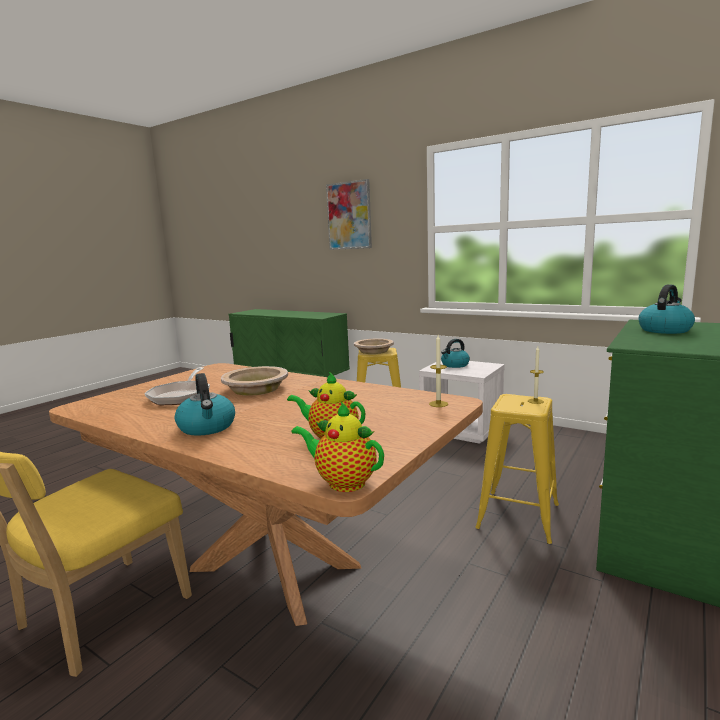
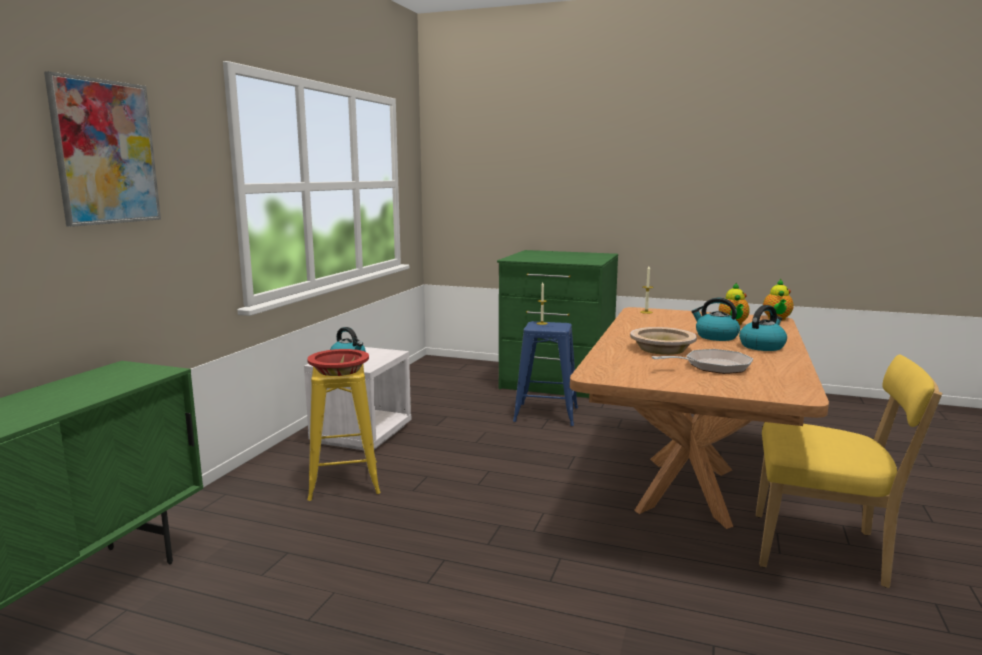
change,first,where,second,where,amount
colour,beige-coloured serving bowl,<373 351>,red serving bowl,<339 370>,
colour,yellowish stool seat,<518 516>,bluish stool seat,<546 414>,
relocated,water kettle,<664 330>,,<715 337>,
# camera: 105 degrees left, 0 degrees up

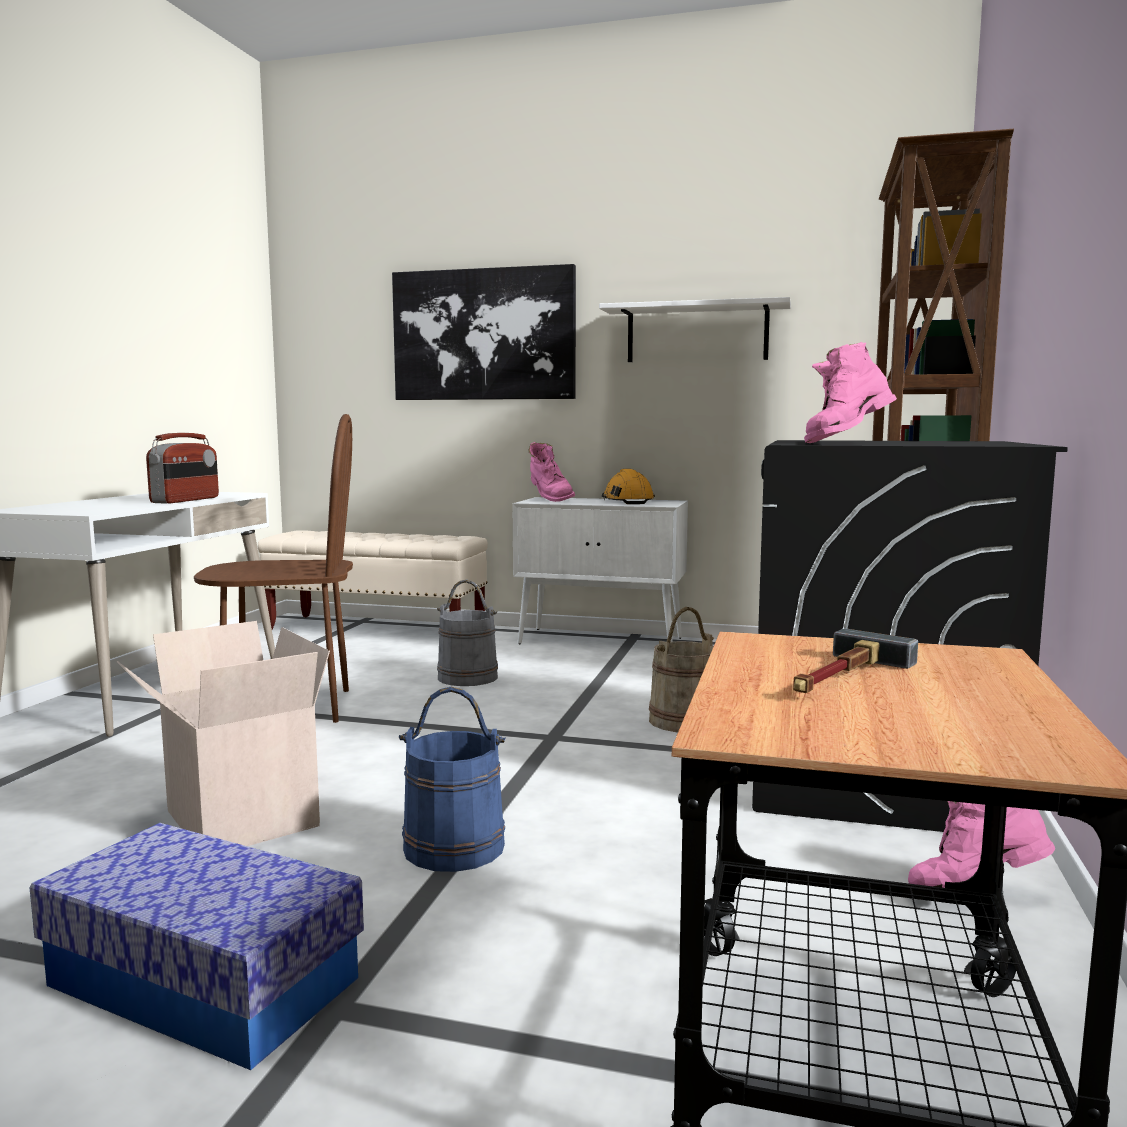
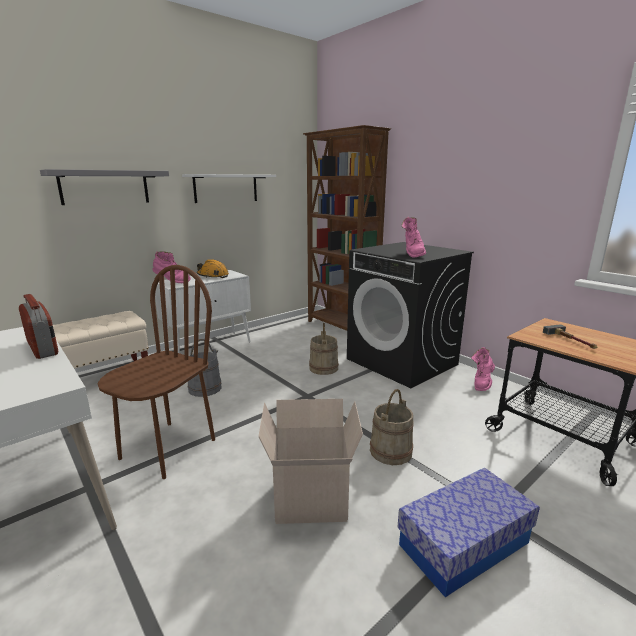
change,first,where,second,where,amount
exchanged,wall art,<484 335>,grey wall shelf,<105 187>,
colour,bluish pail,<453 847>,beige-coloured pail,<391 451>,
# camera: 55 degrees left, 10 degrees up

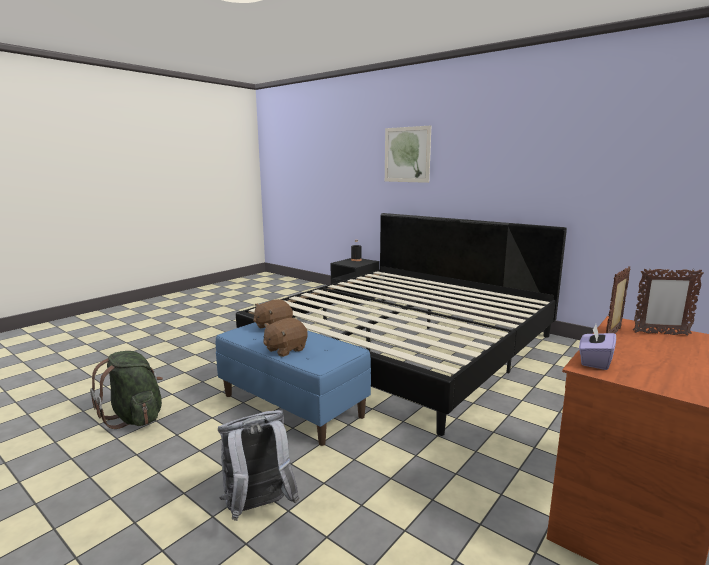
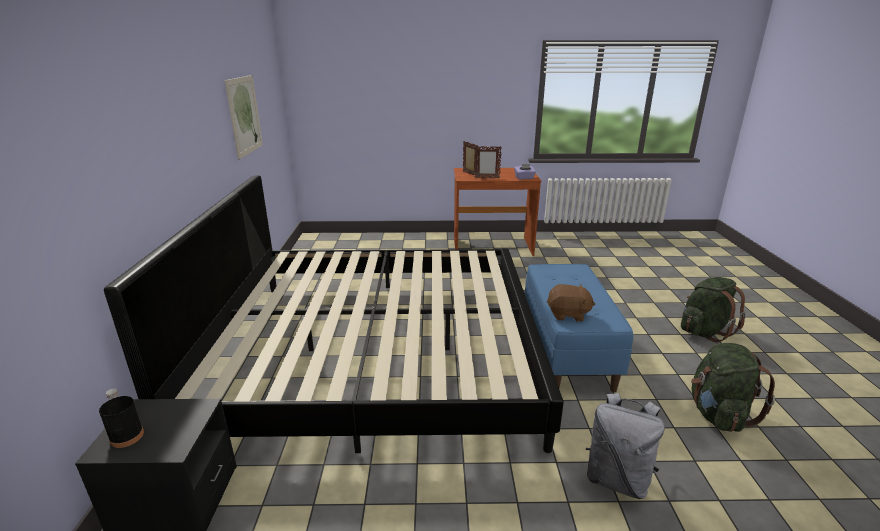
change,first,where,second,where,amount
relocated,grey backpack,<258 508>,,<617 479>,
missing,brownish soft toy,<285 349>,,,
relocated,wall art,<407 154>,,<244 115>,
appeared,,,greenish backpack,<704 331>,
# camera: 130 degrees left, 10 degrees up

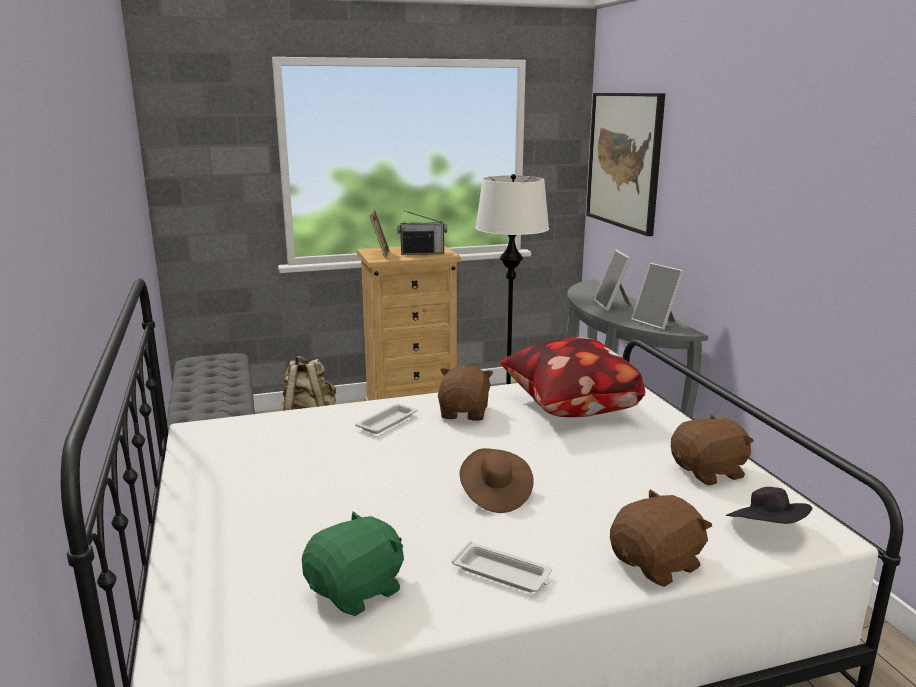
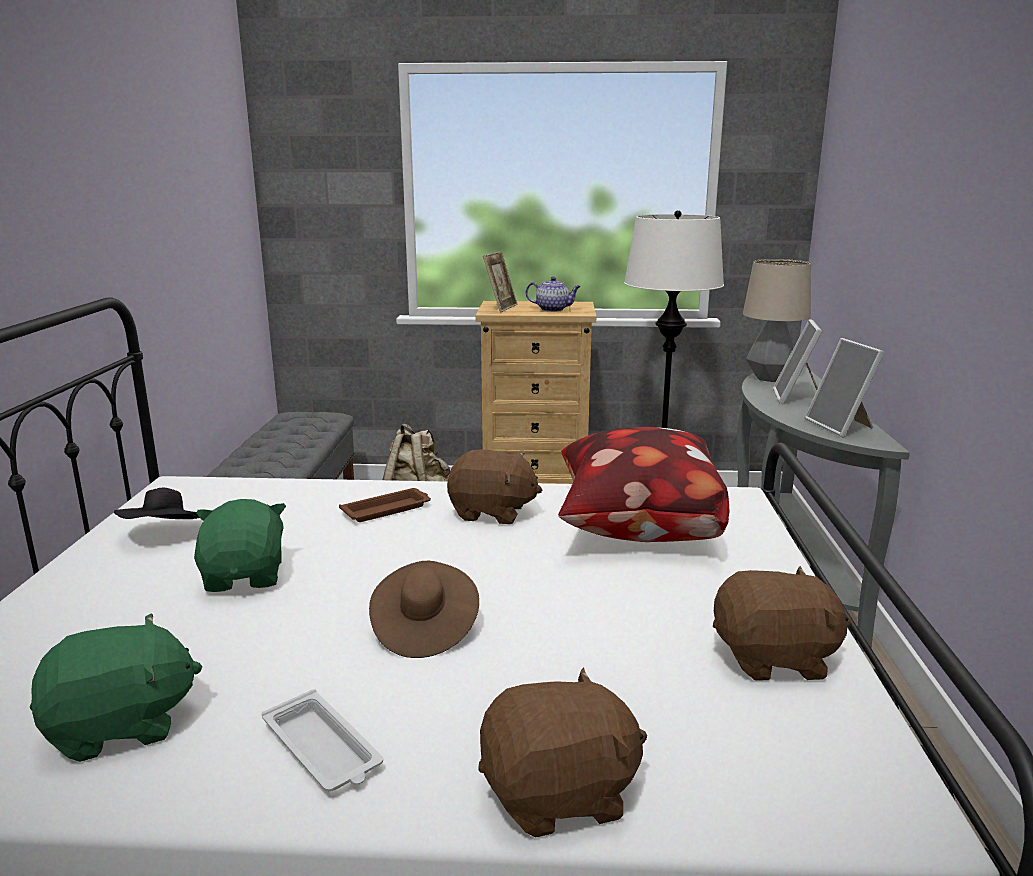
change,first,where,second,where,amount
colour,white serving tray,<388 422>,brownish serving tray,<387 509>,
exchanged,radio receiver,<422 253>,pot for tea,<553 309>,
spun,brownish soft toy,<465 413>,,<492 512>,75 degrees clockwise
missing,wall art,<624 160>,,,
relocated,black clothing hat,<766 530>,,<166 535>,
appeared,,,greenish soft toy,<245 576>,
appeared,,,tabletop lamp,<769 378>,
# camera: 20 degrees right, 0 degrees up

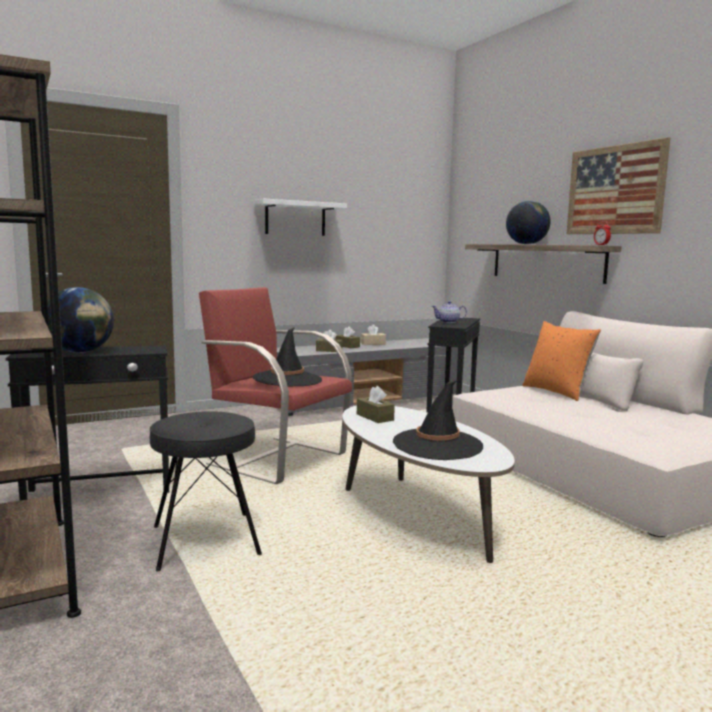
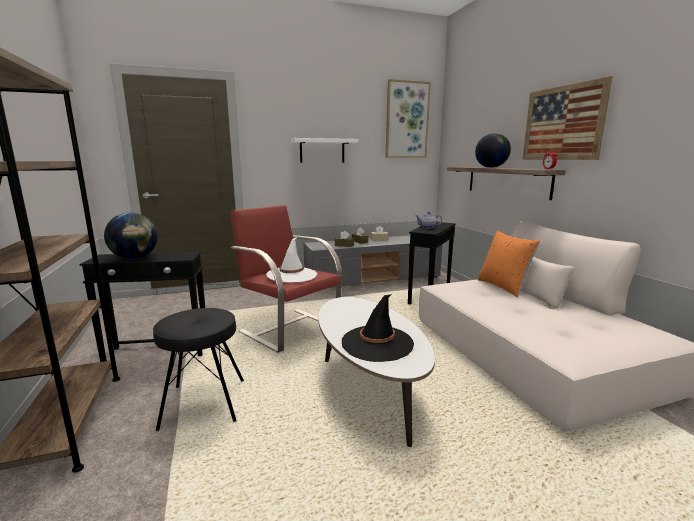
change,first,where,second,where,amount
colour,black clothing hat,<287 379>,white clothing hat,<292 275>,
missing,brownish box of tissues,<375 417>,,,
appeared,,,wall art,<407 120>,
# camera: 10 degrees right, 5 degrees up

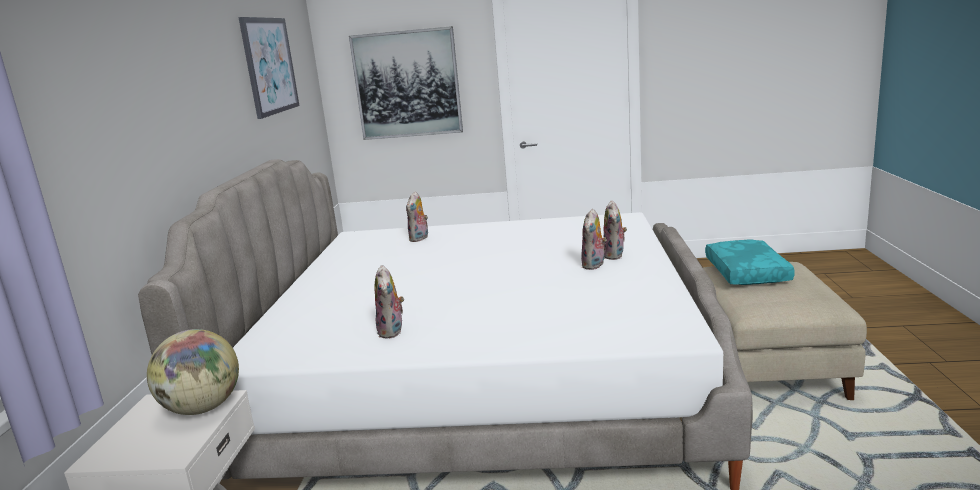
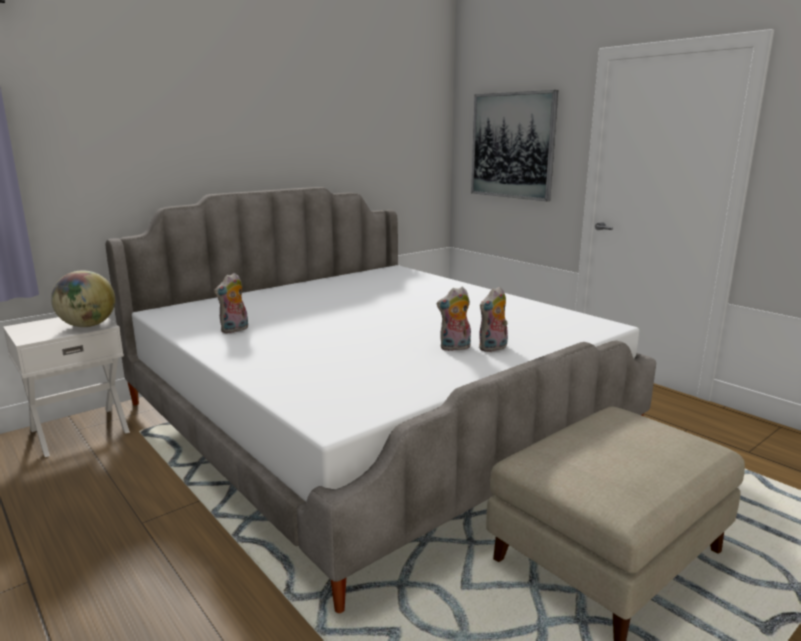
change,first,where,second,where,amount
missing,wall art,<269 66>,,,
missing,soft toy,<419 239>,,,
missing,blue-green throw pillow,<745 272>,,,
# camera: 45 degrees right, 0 degrees up

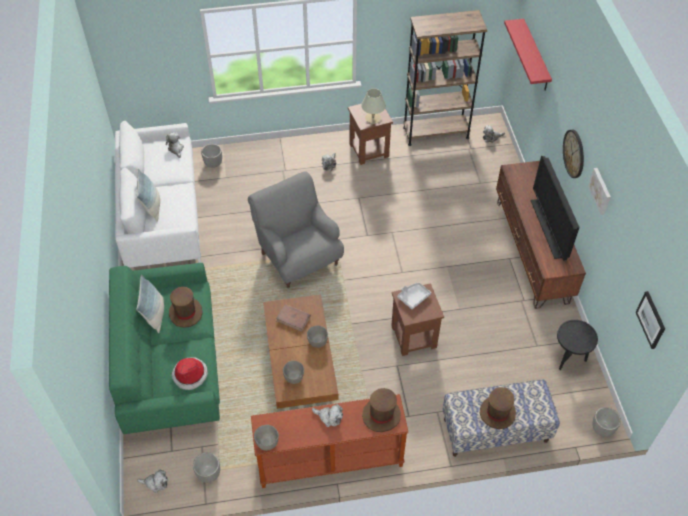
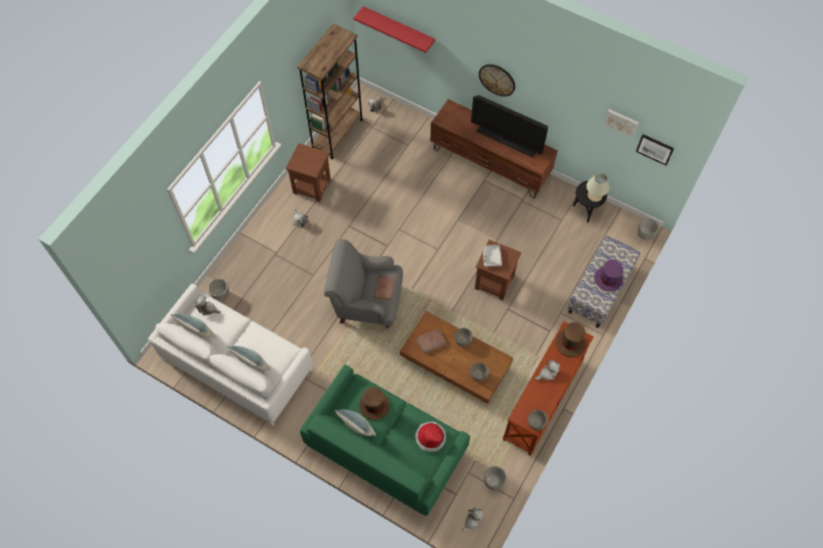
change,first,where,second,where,amount
relocated,beige-coloured tabletop lamp,<373 118>,,<594 195>,
colour,brownish clothing hat,<497 413>,purple-coloured clothing hat,<608 279>,
relocated,wall art,<600 190>,,<621 122>,
appeared,,,throw pillow,<197 332>,
appeared,,,brownish book,<384 288>,
# camera: 50 degrees left, 10 degrees up

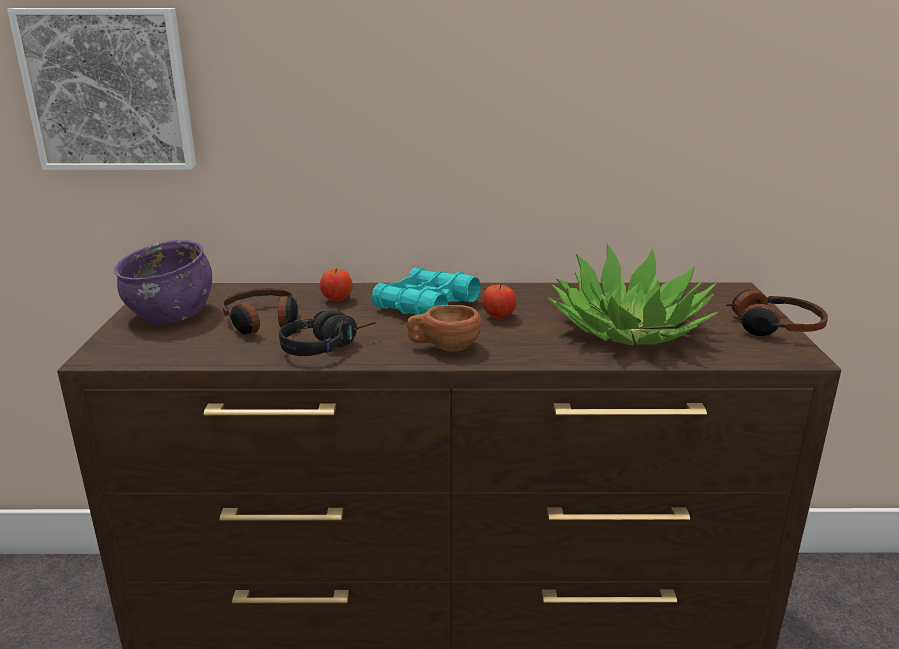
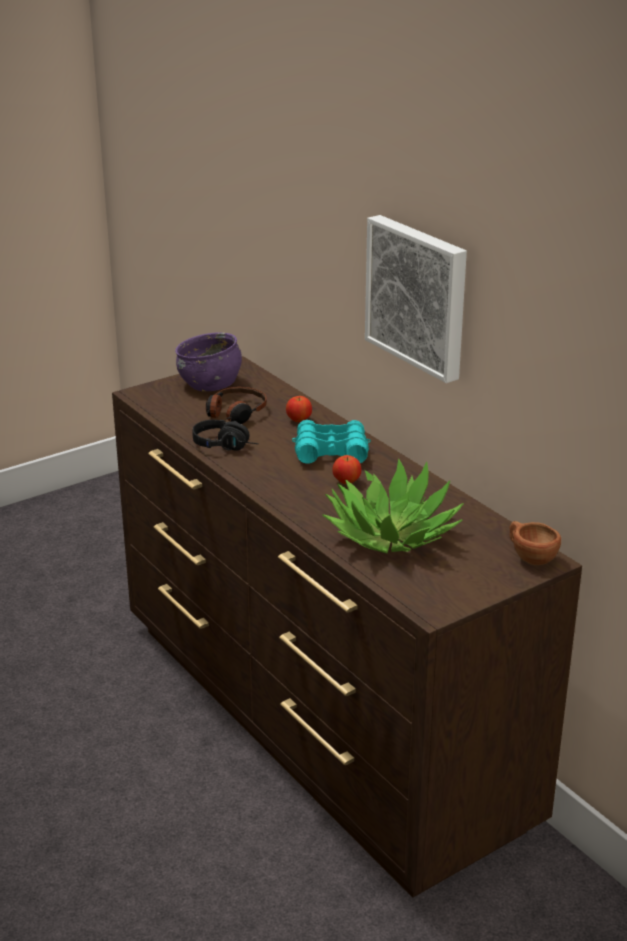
change,first,where,second,where,amount
relocated,wall art,<110 90>,,<419 296>,
relocated,brownish small cup,<443 347>,,<529 557>,
missing,headphones,<773 326>,,,
# camera: 55 degrees right, 5 degrees up

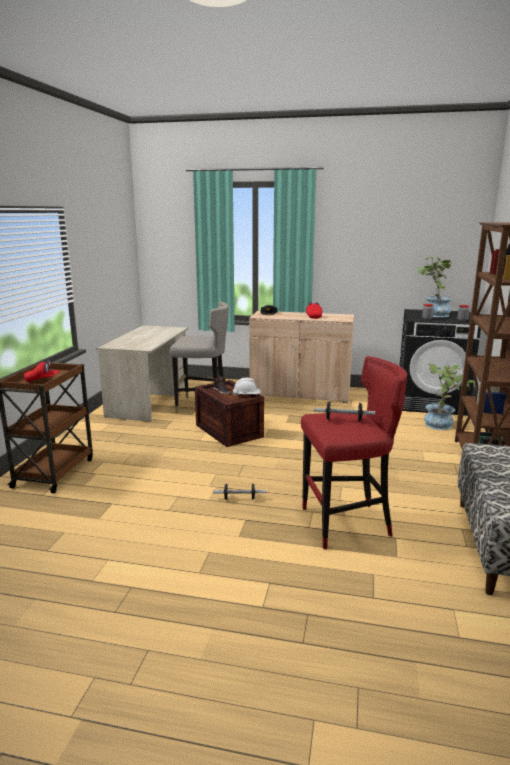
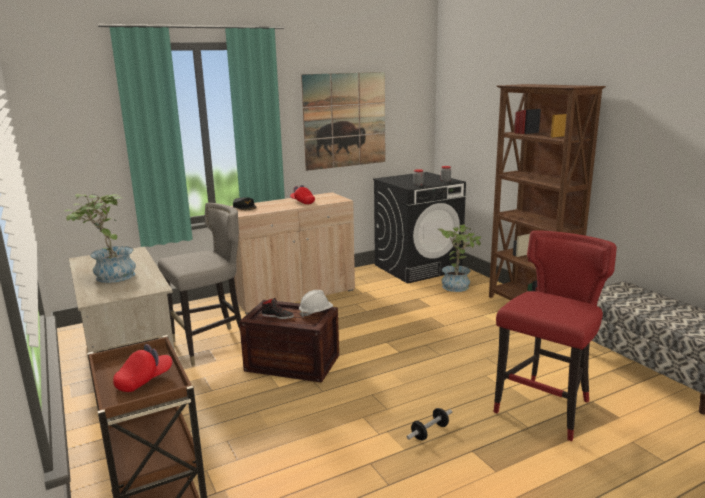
change,first,where,second,where,amount
missing,hand weight,<343 419>,,,
relocated,houseplant,<432 314>,,<109 276>,
appeared,,,wall art,<345 120>,
# camera: 40 degrees left, 0 degrees up

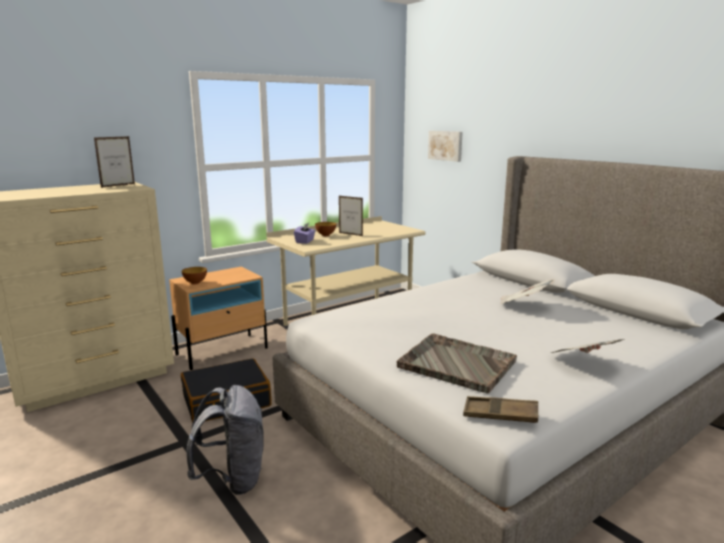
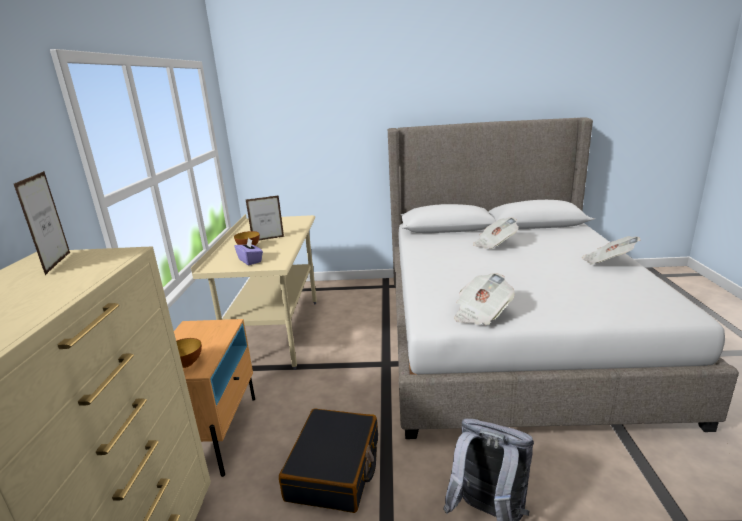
change,first,where,second,where,amount
missing,grey serving tray,<456 363>,,,
missing,wall art,<446 145>,,,
missing,brownish serving tray,<500 414>,,,
appeared,,,daily paper,<481 313>,
# camera: 50 degrees left, 5 degrees up

